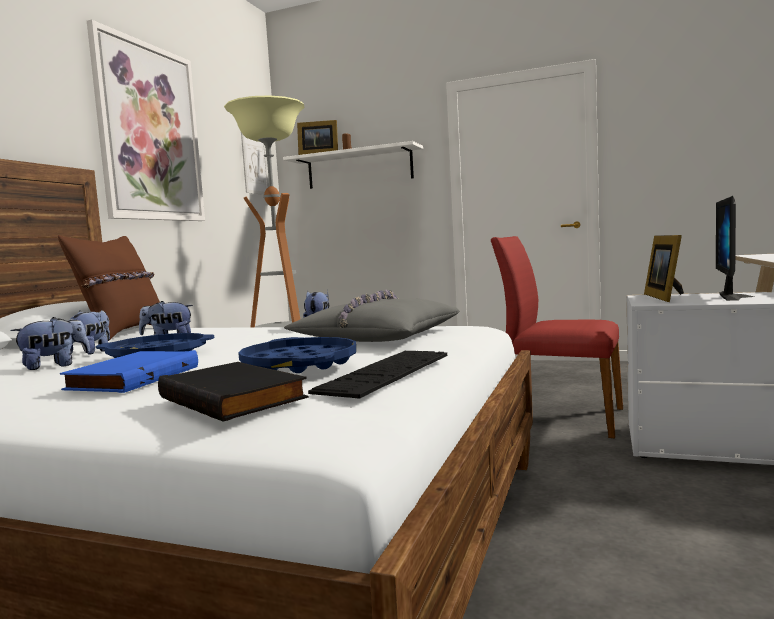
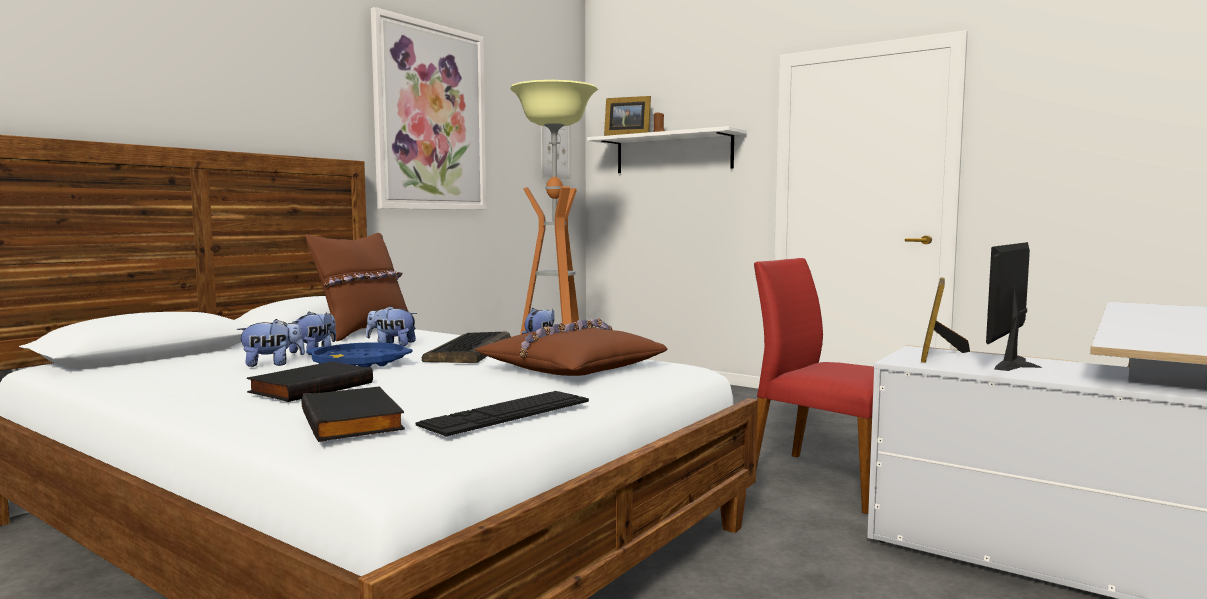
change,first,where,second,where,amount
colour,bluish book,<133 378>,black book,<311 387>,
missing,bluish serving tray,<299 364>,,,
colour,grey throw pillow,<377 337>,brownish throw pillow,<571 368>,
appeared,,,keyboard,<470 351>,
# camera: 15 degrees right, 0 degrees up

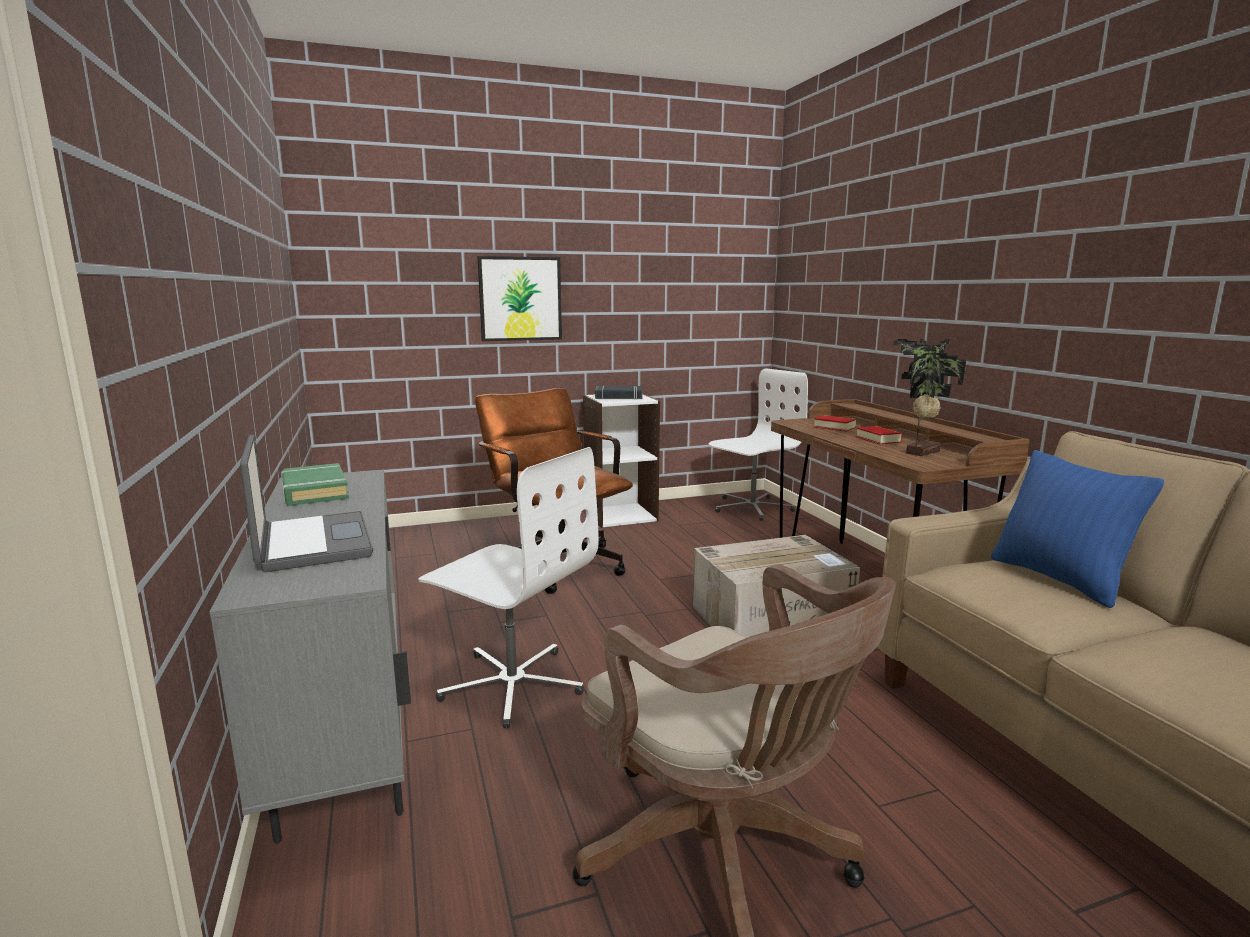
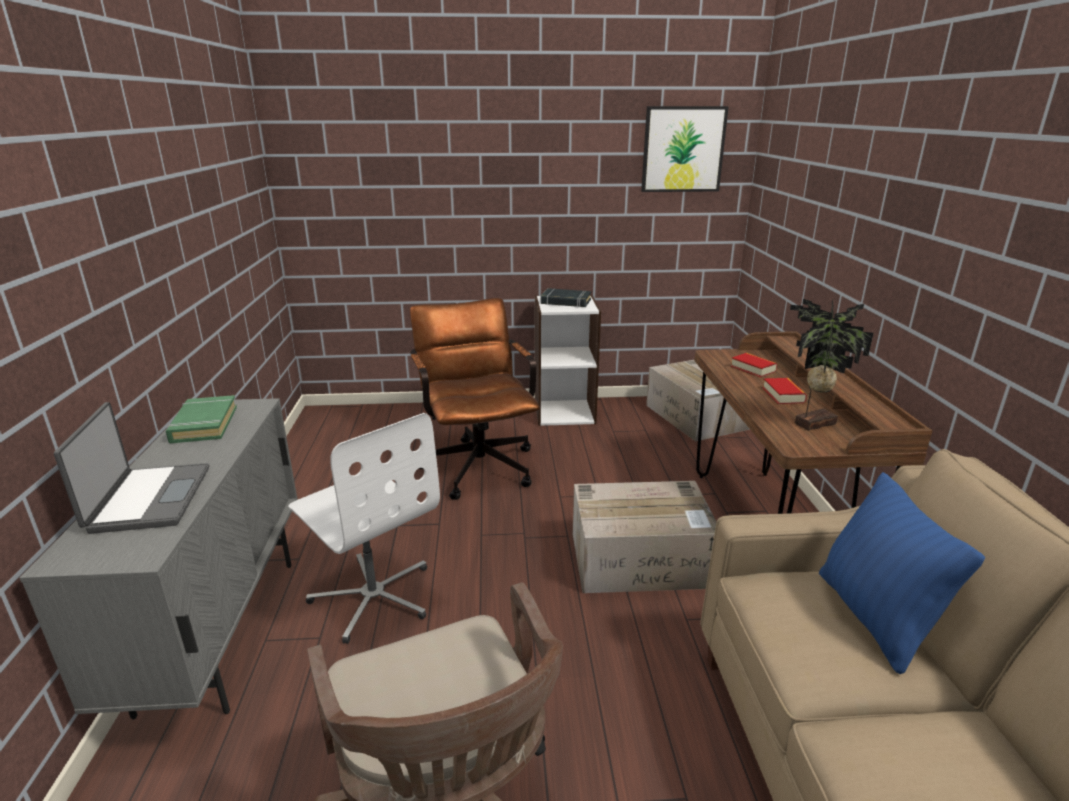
change,first,where,second,where,amount
relocated,wall art,<520 299>,,<683 149>,
exchanged,white desk chair,<751 508>,carton,<697 417>,
# camera: 15 degrees right, 10 degrees up

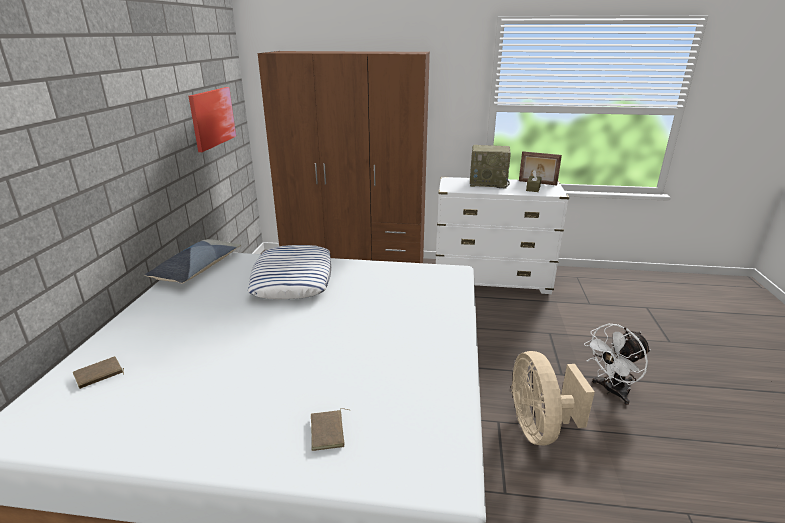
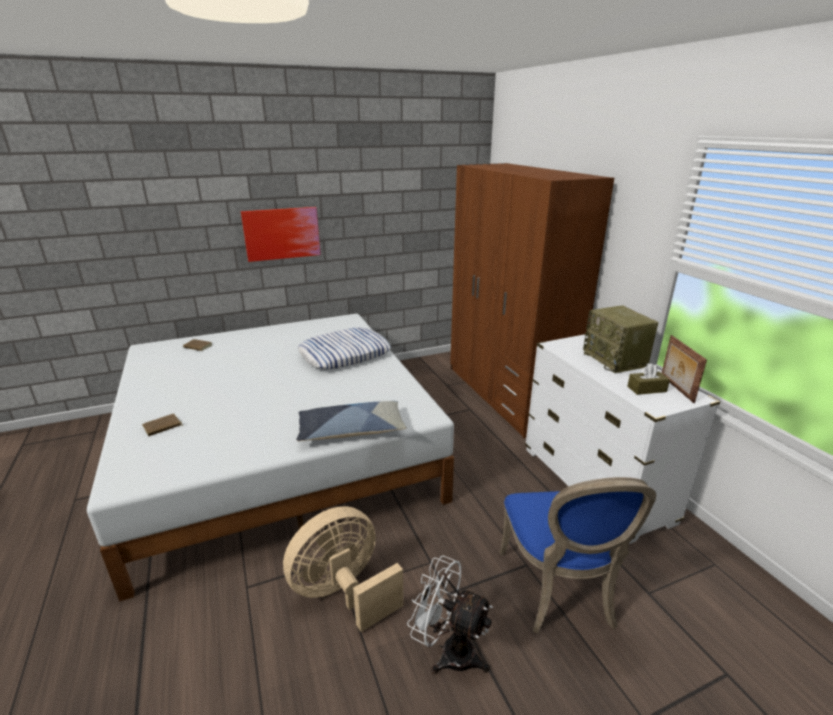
change,first,where,second,where,amount
relocated,throw pillow,<197 269>,,<351 430>,
relocated,wall art,<212 118>,,<282 233>,
appeared,,,bluish upright chair,<560 591>,
# camera: 60 degrees right, 0 degrees up

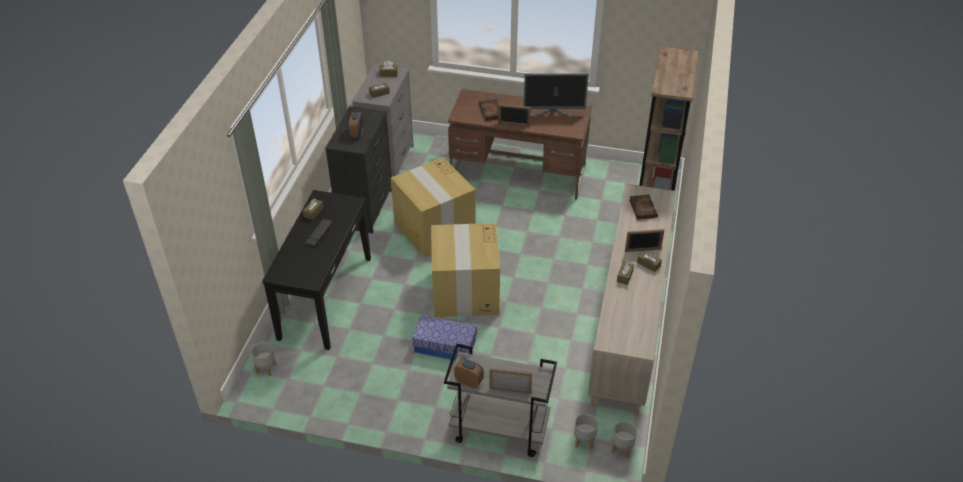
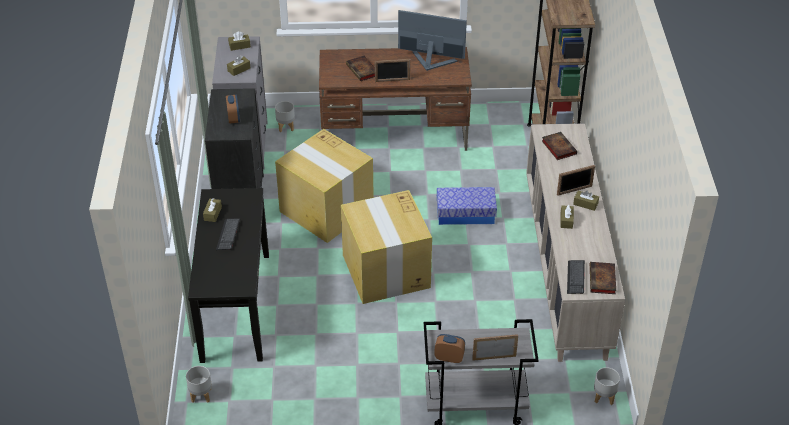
change,first,where,second,where,amount
relocated,storage box,<445 346>,,<465 214>,
spun,computer screen,<553 114>,,<430 62>,150 degrees counterclockwise
relocated,grey flower pot,<583 441>,,<285 127>,
appeared,,,keyboard,<575 278>,
appeared,,,book,<602 280>,
# camera: 15 degrees left, 0 degrees up

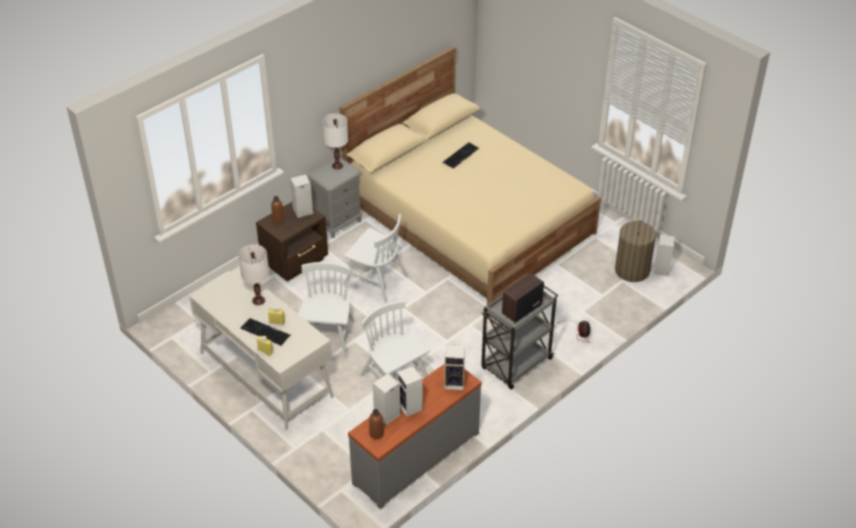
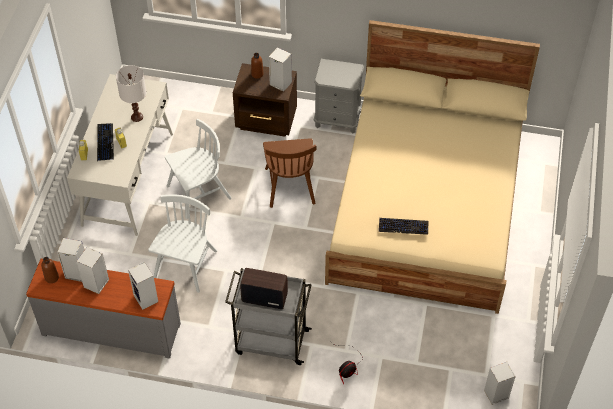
change,first,where,second,where,amount
missing,white tabletop lamp,<337 165>,,,
colour,white upright chair,<376 281>,brownish upright chair,<290 185>,
relocated,keyboard,<460 156>,,<403 226>,
missing,washing basket,<632 270>,,,
# camera: 55 degrees right, 10 degrees up

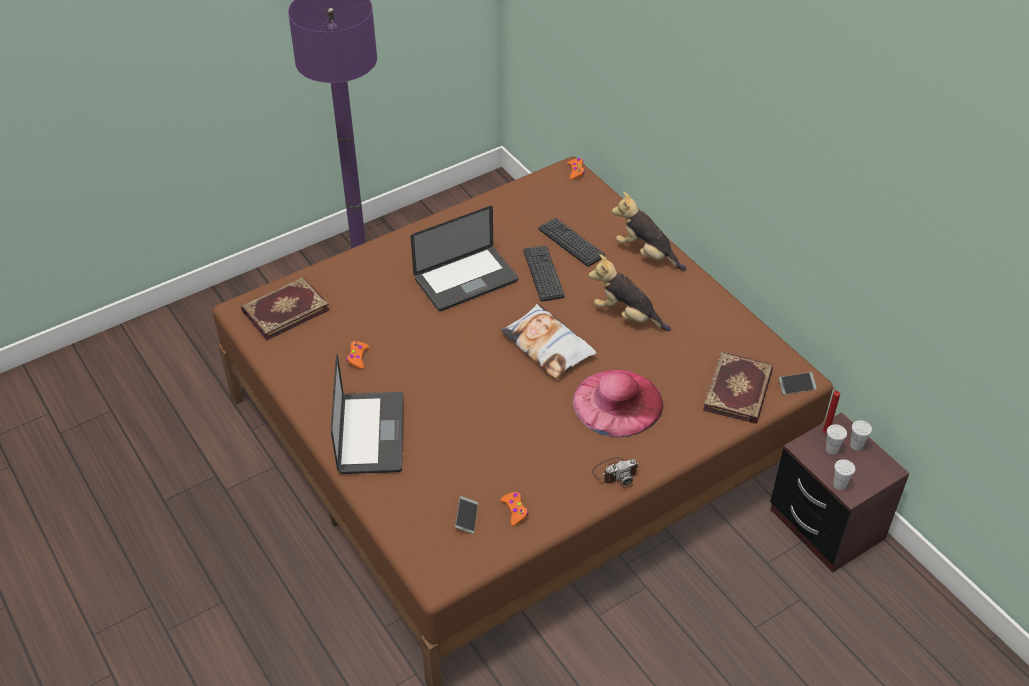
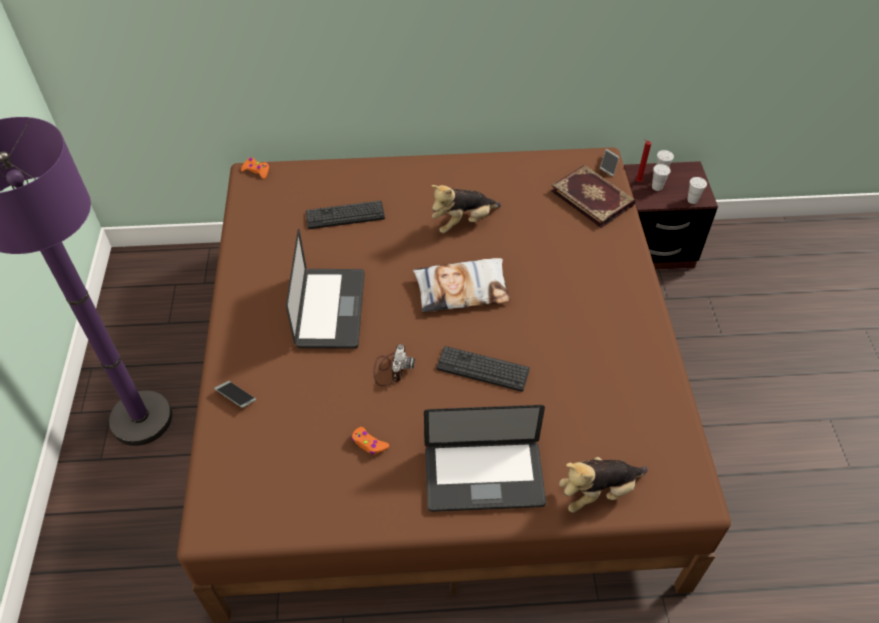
change,first,where,second,where,amount
missing,book,<285 310>,,,
spun,notebook computer,<371 434>,,<484 477>,150 degrees clockwise
relocated,telephone,<466 517>,,<236 396>,
missing,orangey joypad,<515 510>,,,
relocated,keyboard,<543 273>,,<482 369>,
missing,pinkish clothing hat,<617 402>,,,
relocated,photo camera,<615 472>,,<391 369>,
relocated,soft toy,<646 253>,,<598 492>,
# camera: 60 degrees left, 5 degrees up

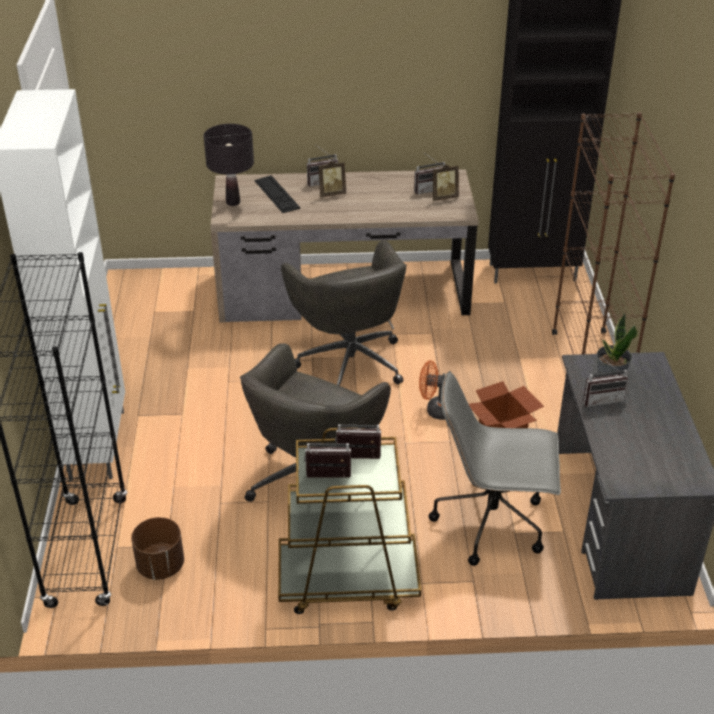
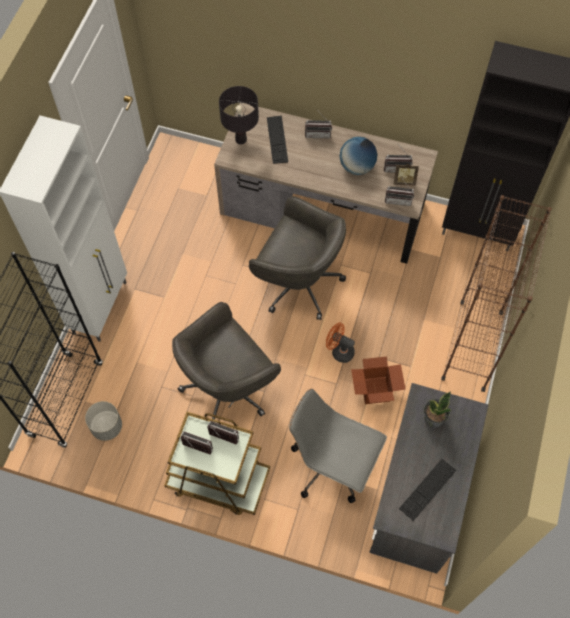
change,first,where,second,where,amount
colour,brownish flower pot,<161 566>,grey flower pot,<107 427>,
spun,grey desk chair,<349 361>,,<298 282>,60 degrees counterclockwise
missing,standing frame,<331 193>,,,
relocated,radio receiver,<601 399>,,<398 199>,
appeared,,,desk globe,<357 166>,
appeared,,,keyboard,<427 489>,
# camera: 20 degrees right, 25 degrees up

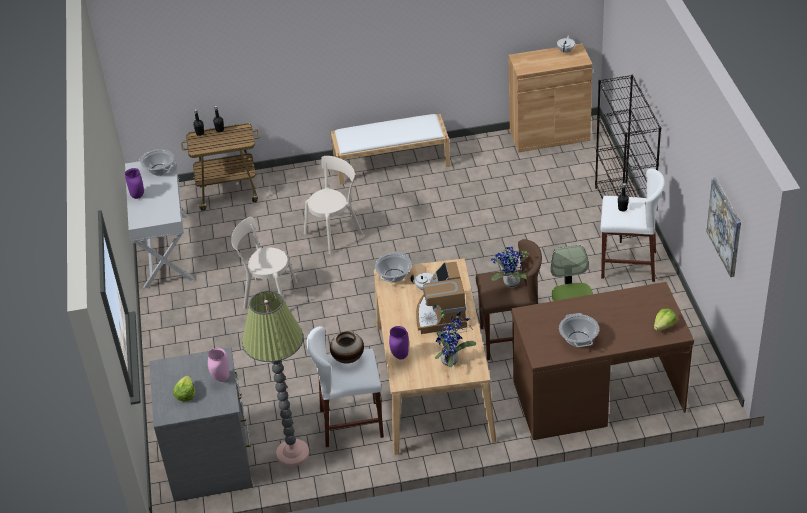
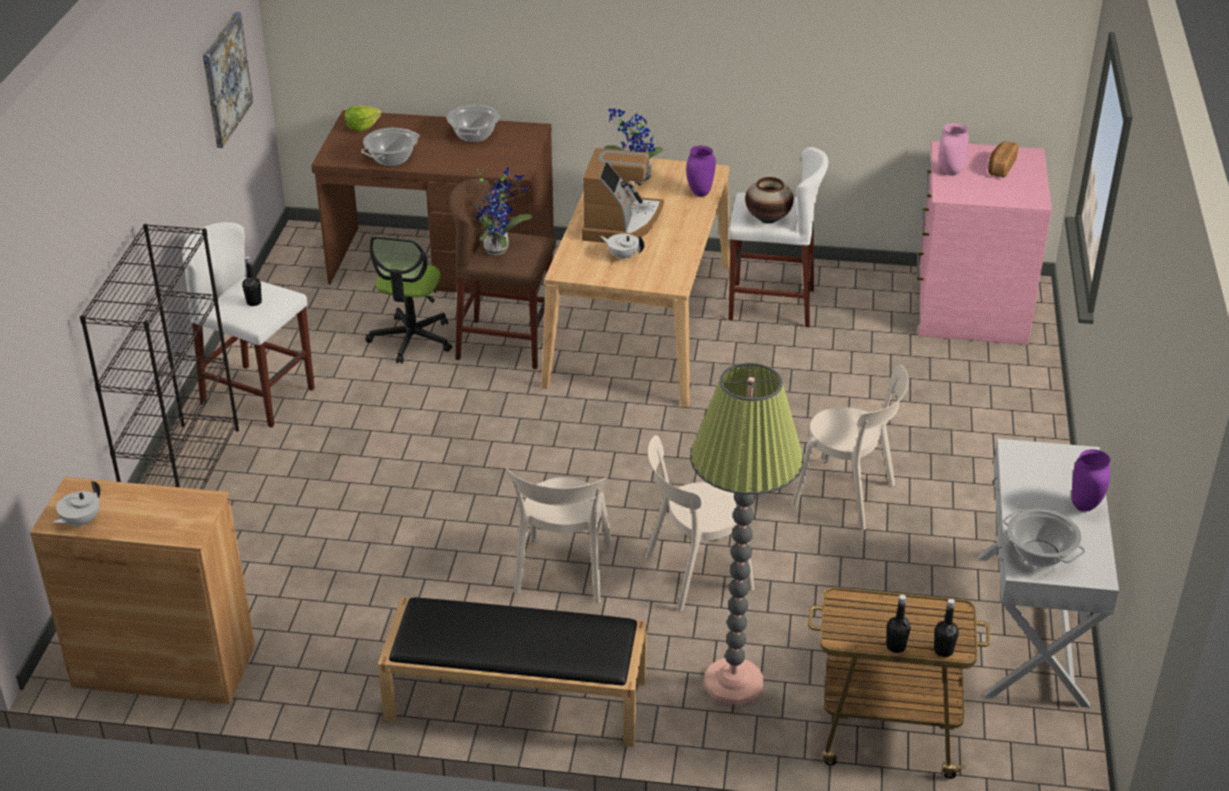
change,first,where,second,where,amount
colour,grey dresser,<212 461>,pinkish dresser,<969 307>,
exchanged,lettuce,<185 394>,bakery bread,<1000 167>,
relocated,standard lamp,<292 453>,,<733 682>,
colour,white long seat,<392 162>,black long seat,<514 699>,
relocated,cooking pot,<394 275>,,<391 159>,
appeared,,,beige-coloured upright chair,<563 574>,
# camera: 165 degrees left, 5 degrees down

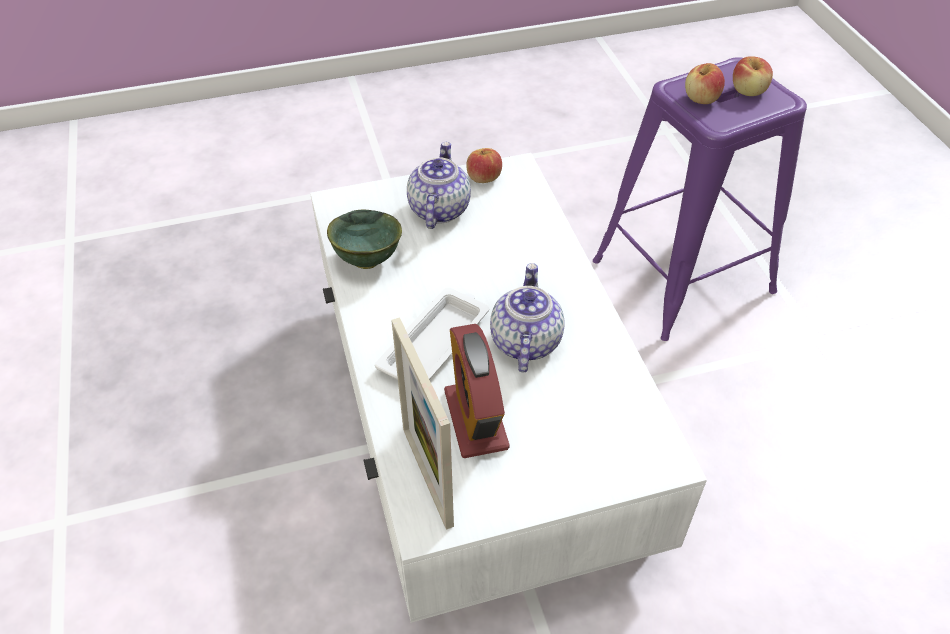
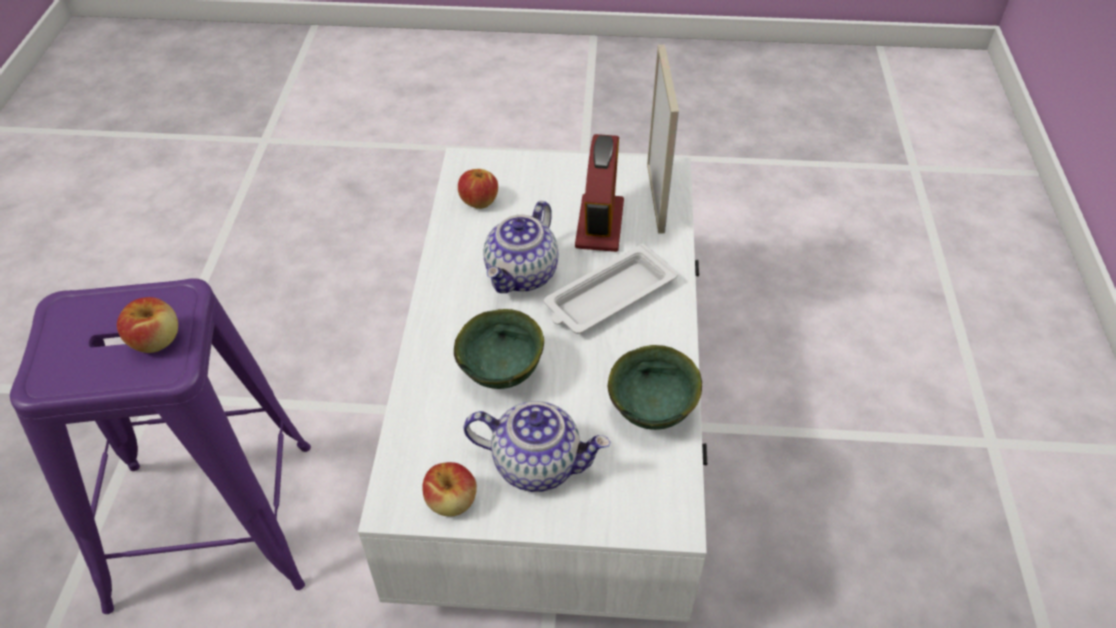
change,first,where,second,where,amount
spun,pot for tea,<438 209>,,<537 463>,105 degrees counterclockwise
relocated,apple fruit,<748 91>,,<478 201>,
appeared,,,greenish serving bowl,<503 374>,
# camera: 160 degrees left, 0 degrees up

